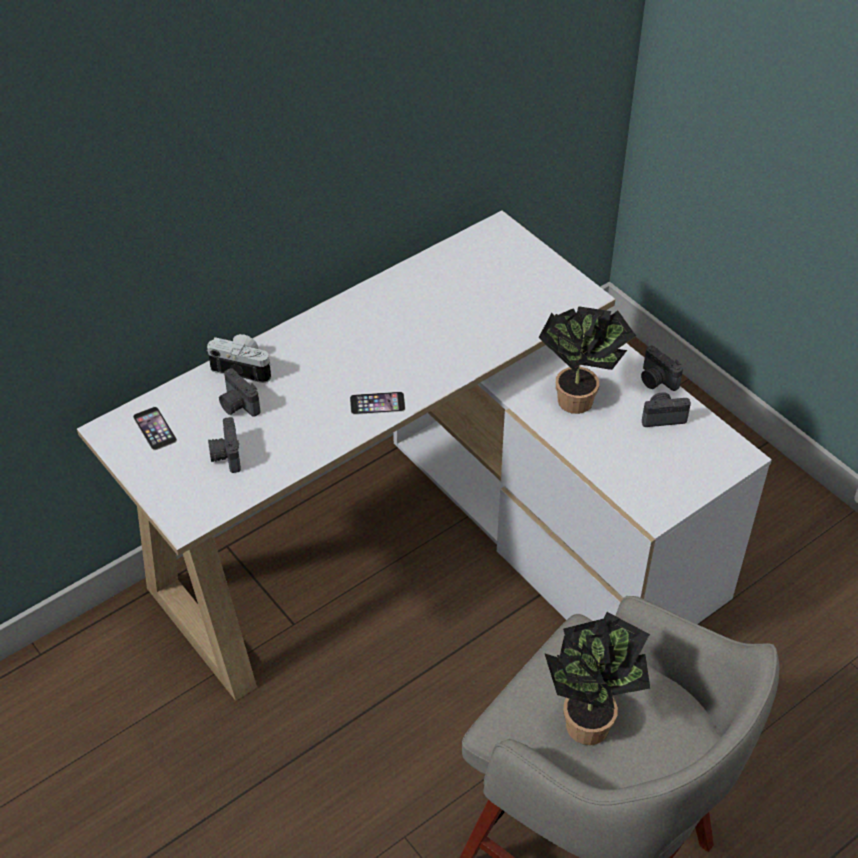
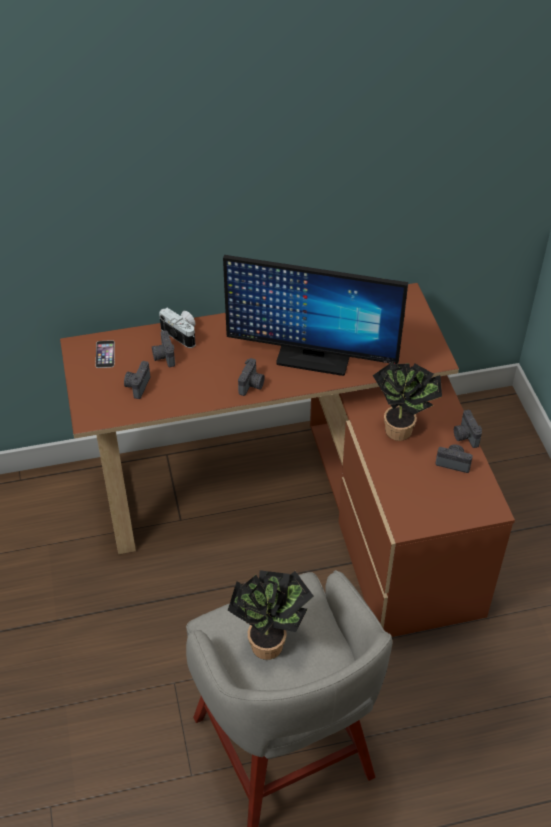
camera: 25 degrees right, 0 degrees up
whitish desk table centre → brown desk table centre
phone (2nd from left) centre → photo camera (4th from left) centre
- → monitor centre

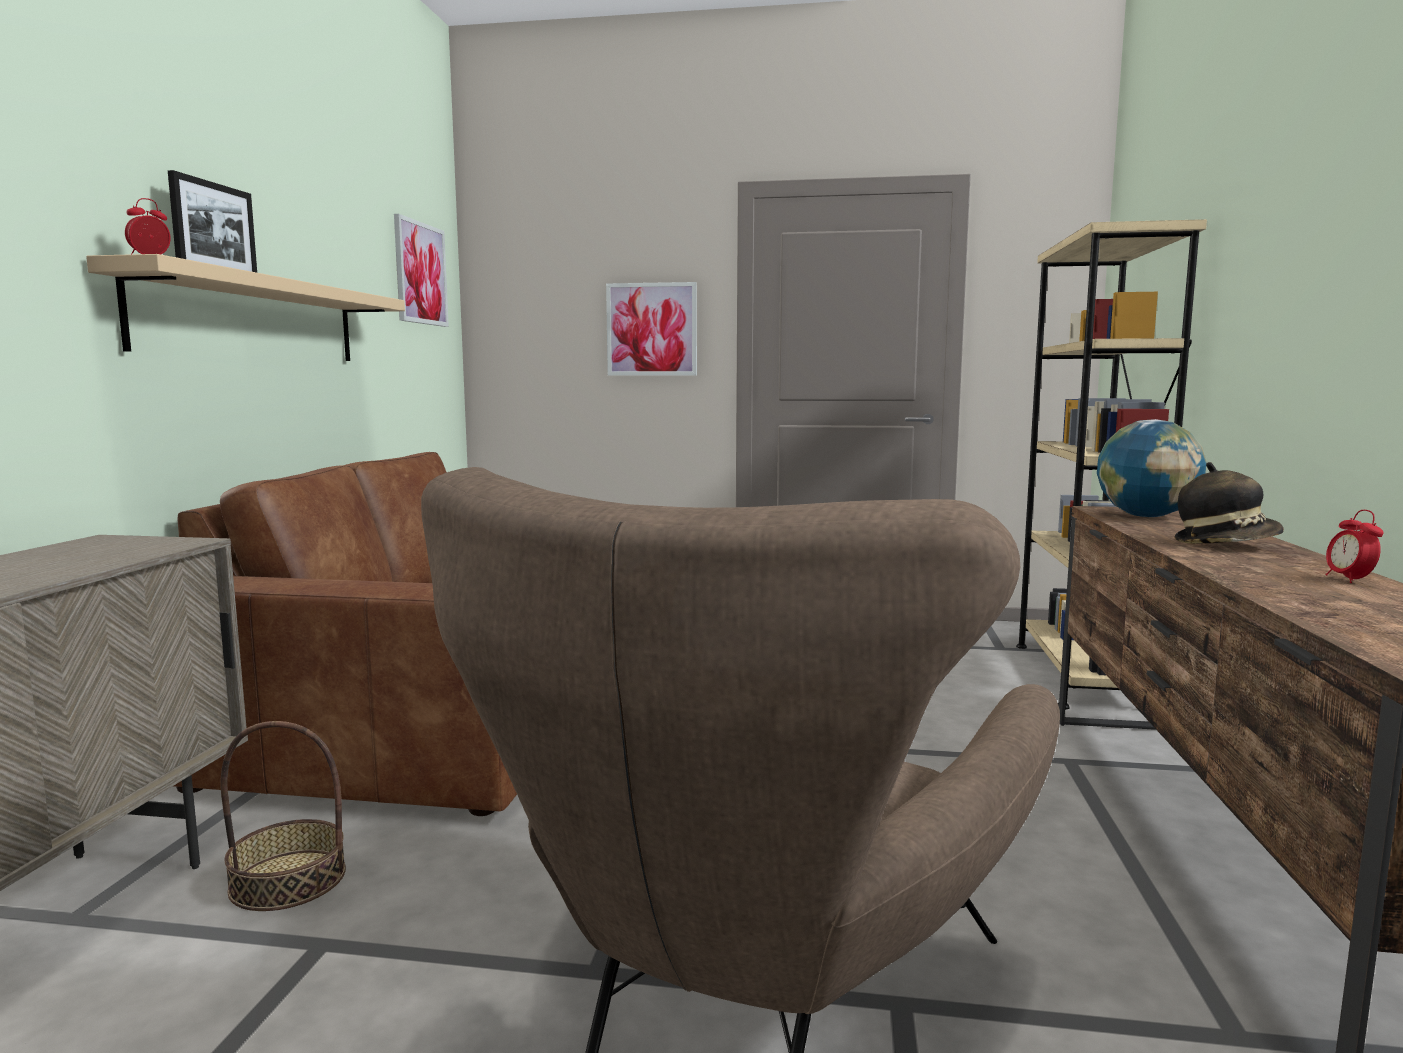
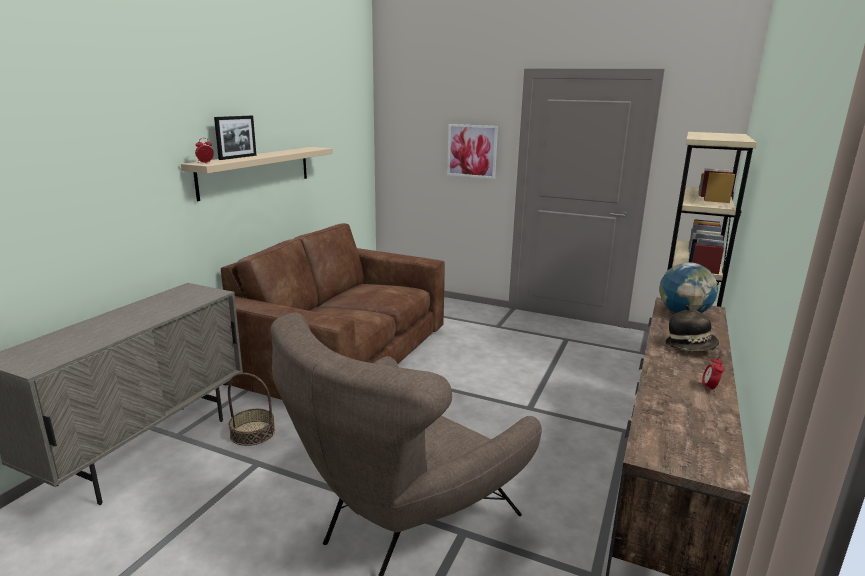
camera: 15 degrees right, 10 degrees up
wall picture (1st from left) top left → -

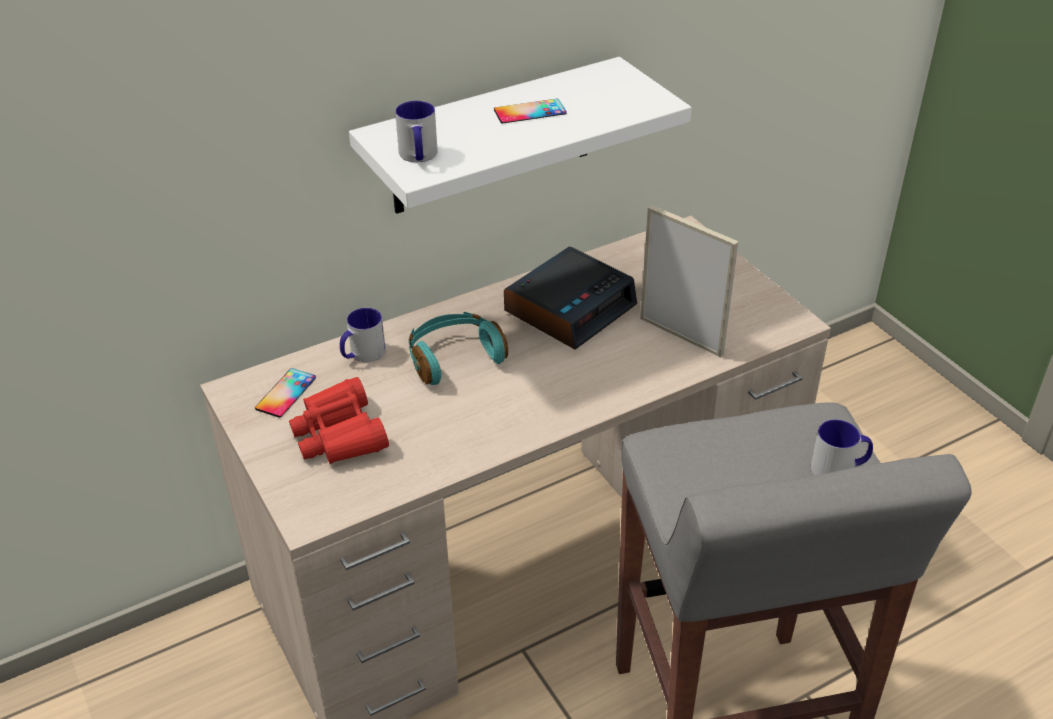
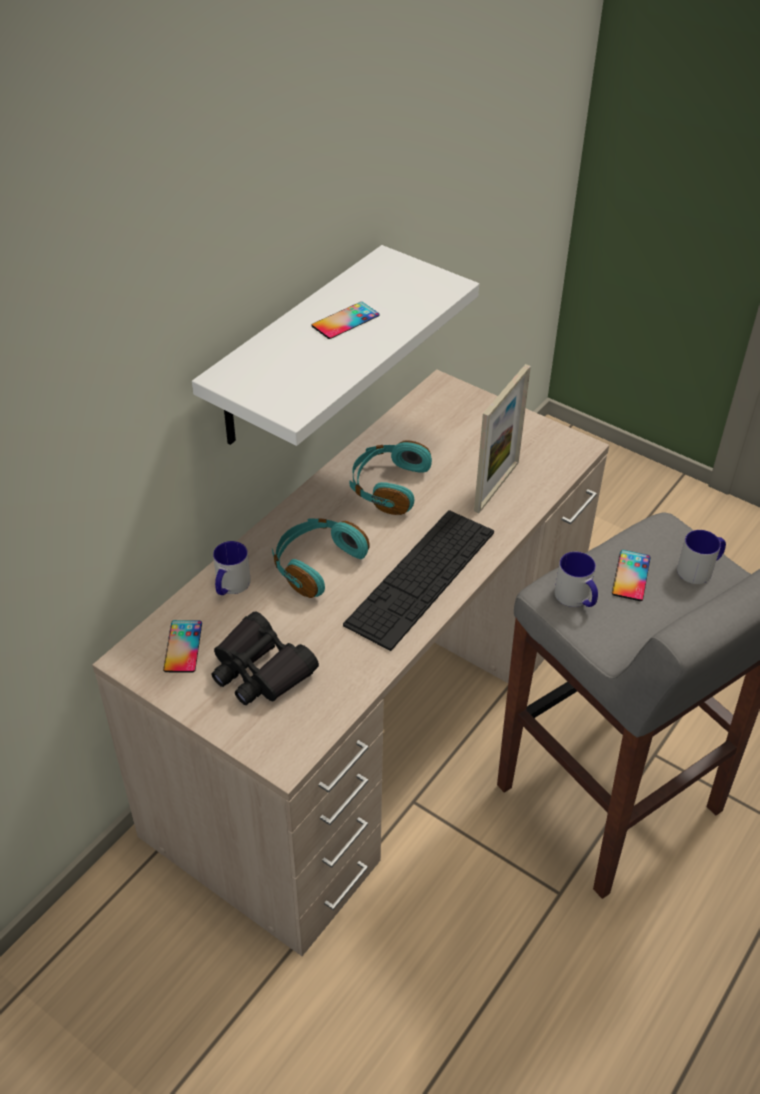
camera: 25 degrees left, 5 degrees up
tea mug (2nd from left) top centre → tea mug (2nd from left) middle right, move
standing frame centre, 105 degrees clockwise
bedside clock centre → turquoise-coloured headphones (2nd from left) centre
reddish binoculars middle left → blackish binoculars centre
- → keyboard centre
- → phone (3rd from left) middle right

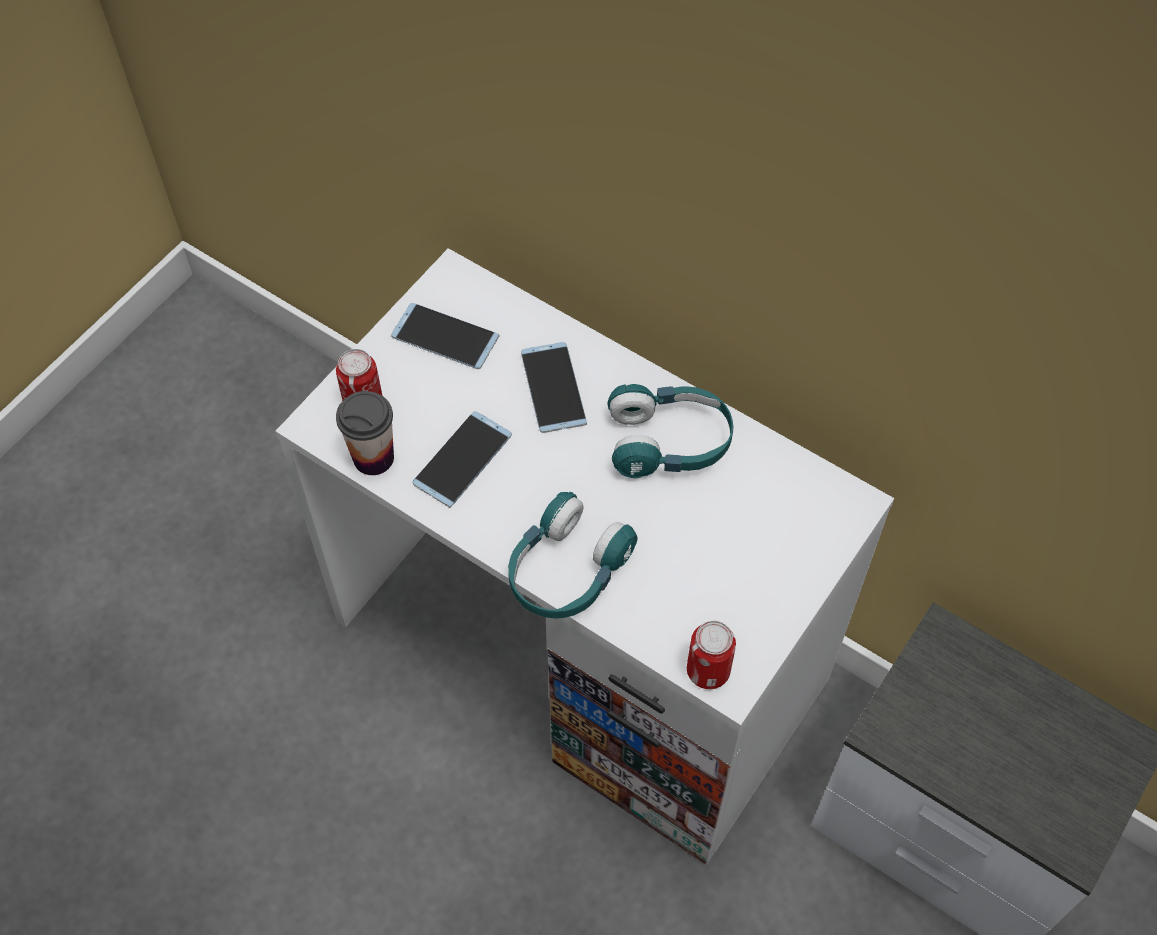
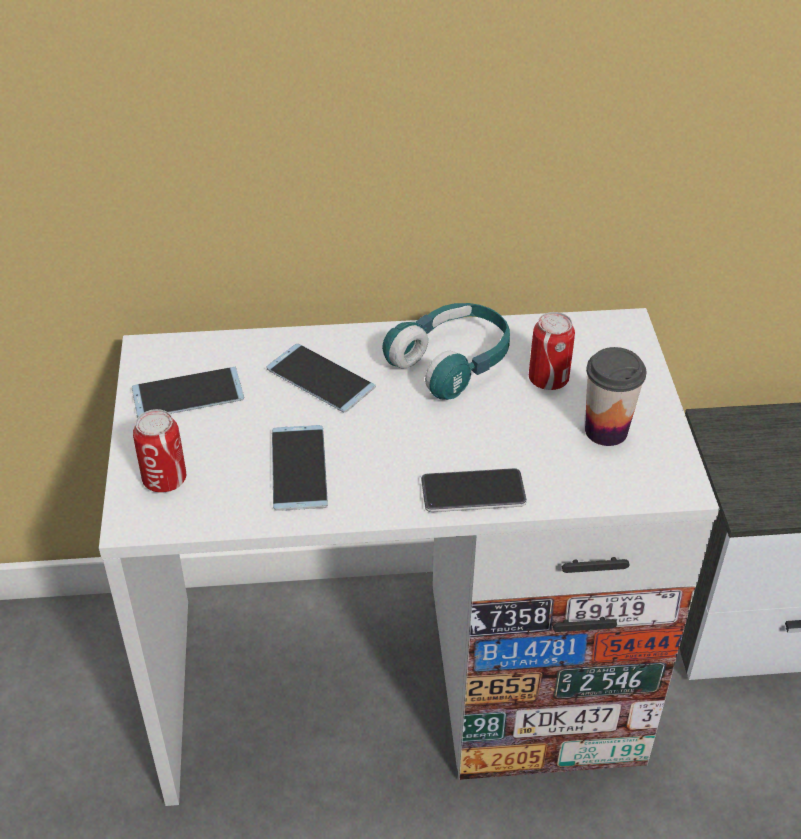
camera: 40 degrees left, 15 degrees down
cup middle left → cup middle right, move
turquoise-coloured headphones (1st from left) centre → phone (4th from left) centre
can (2nd from left) bottom centre → can (2nd from left) middle right, move

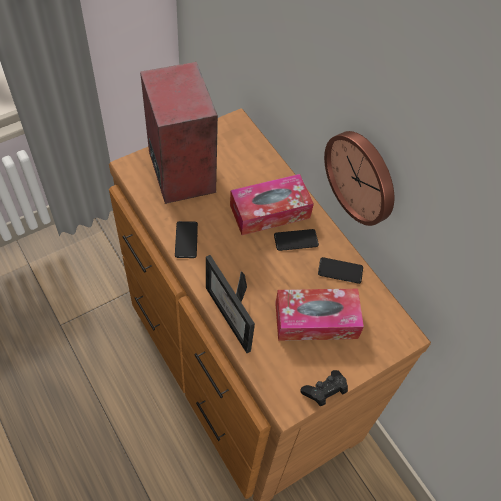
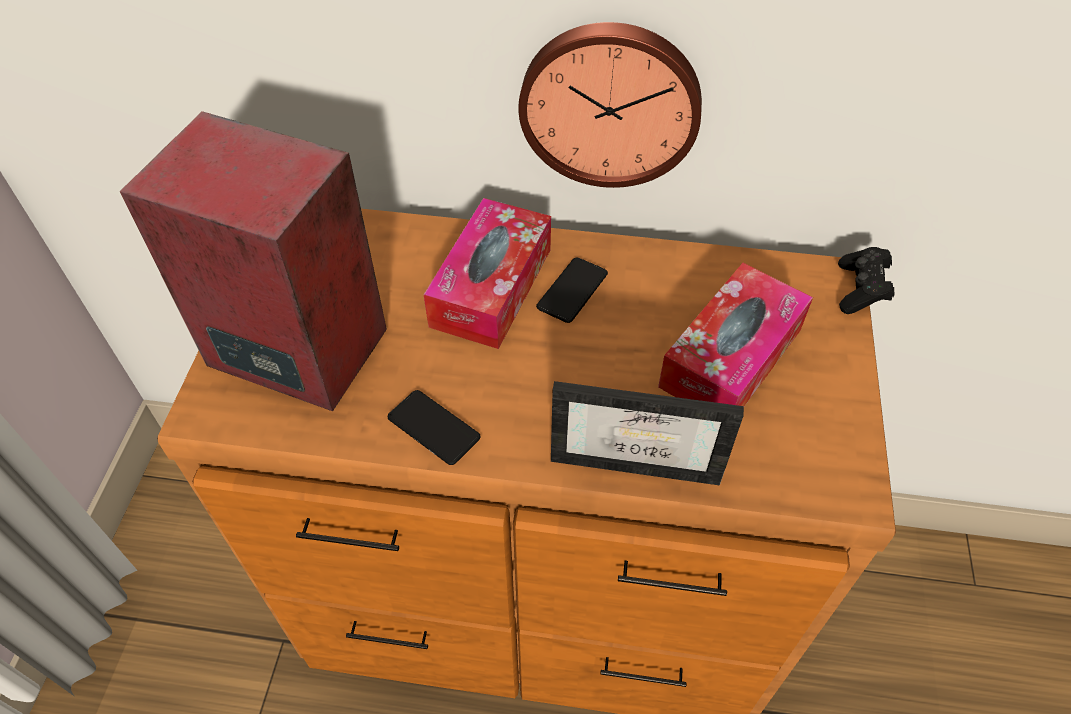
camera: 45 degrees left, 5 degrees down
phone (3rd from left) middle right → -
blackish game controller bottom centre → blackish game controller middle right, move

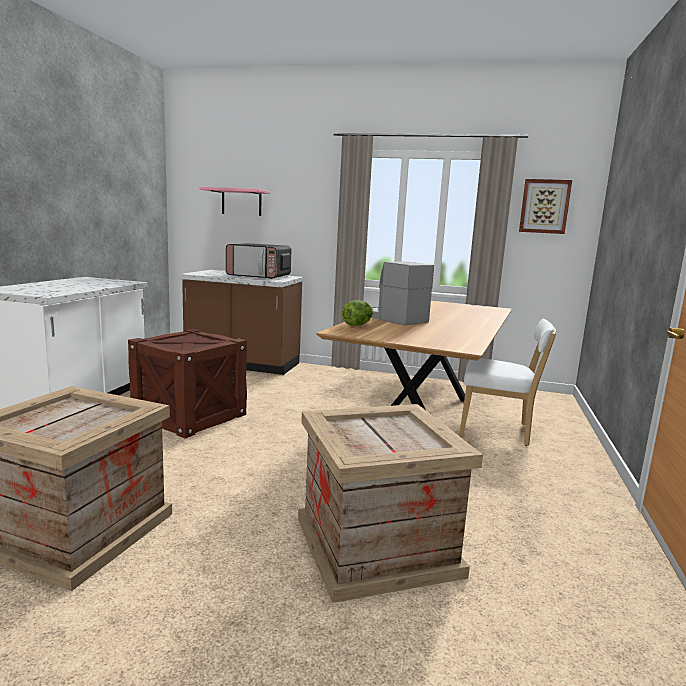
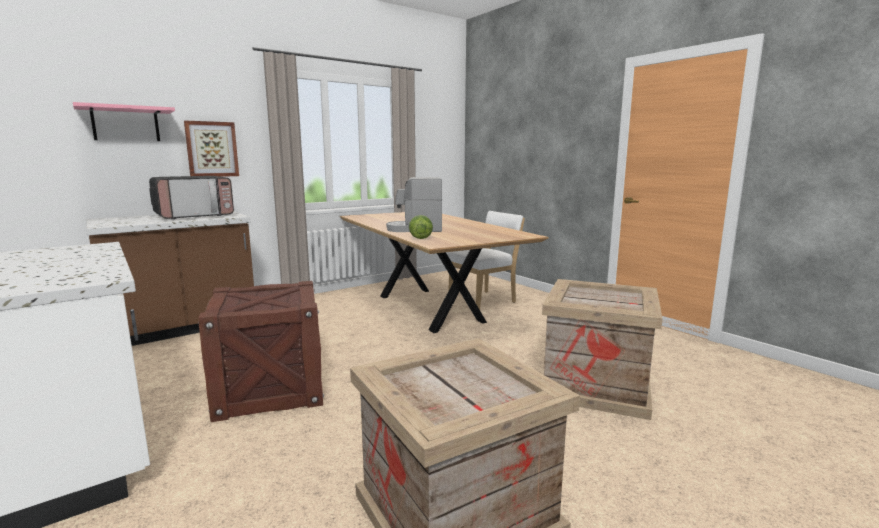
camera: 50 degrees left, 0 degrees up
wall picture top right → wall picture top left, move

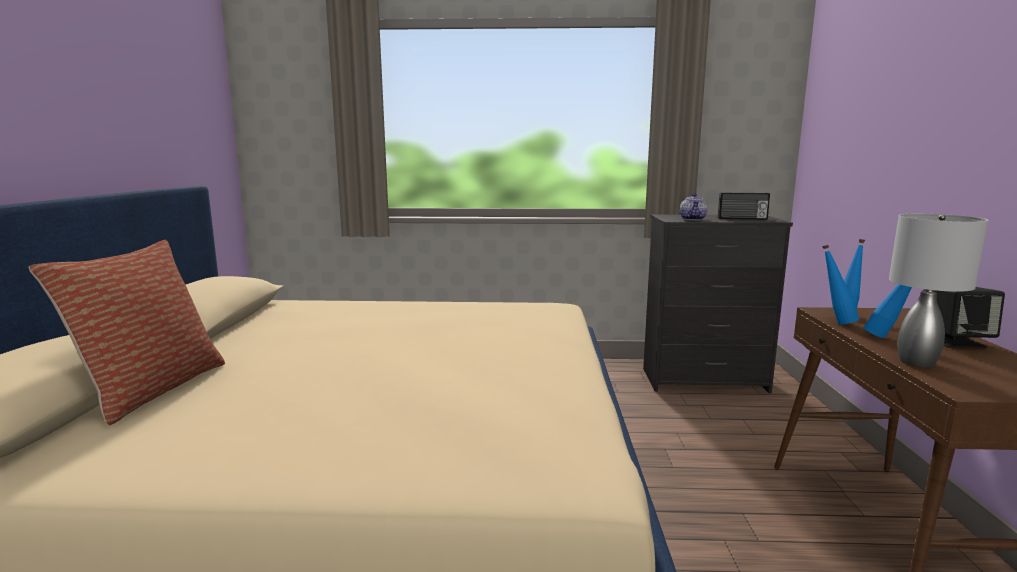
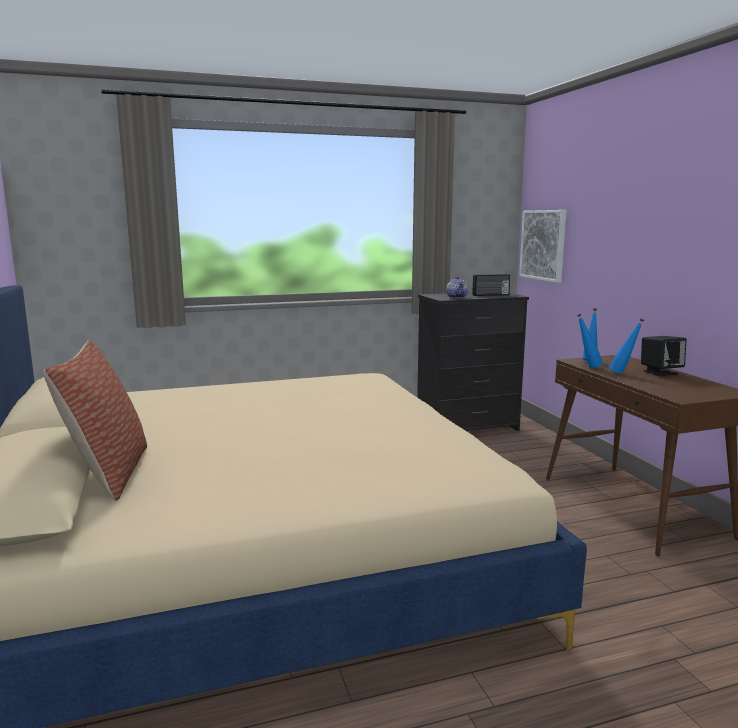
camera: 20 degrees left, 0 degrees up
gray lamp for a table middle right → -
- → wall picture middle right

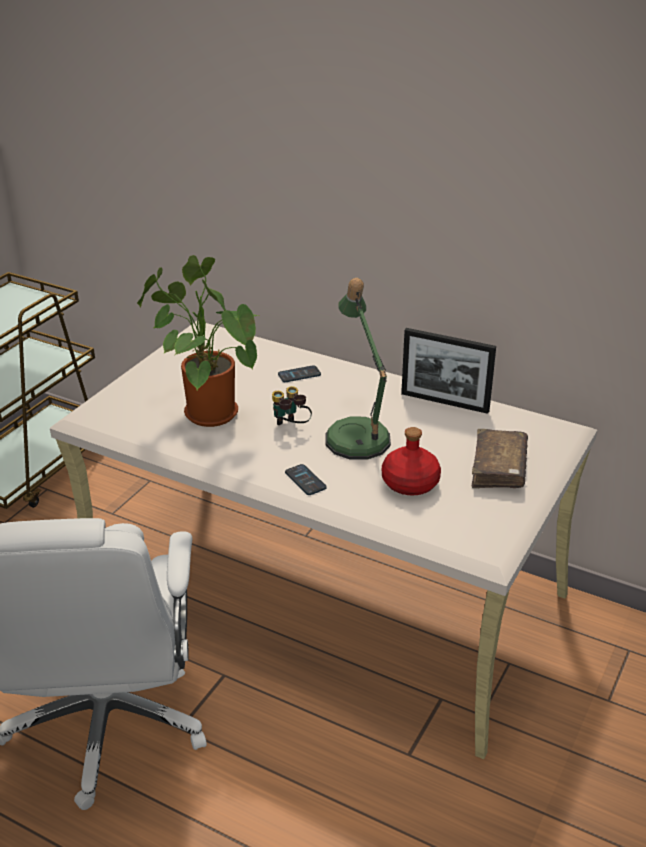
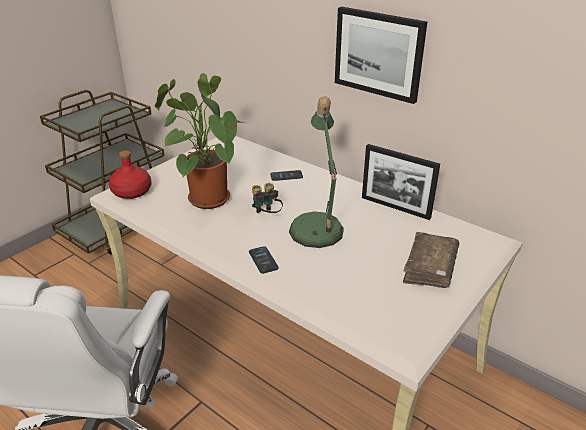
camera: 10 degrees right, 0 degrees up
reddish drink bottle centre → reddish drink bottle middle left, move
- → wall picture top centre

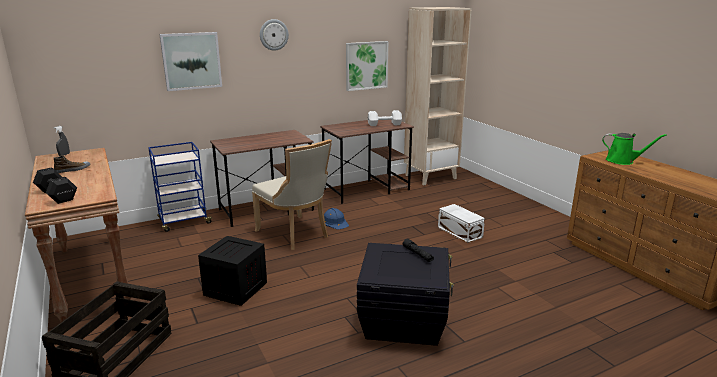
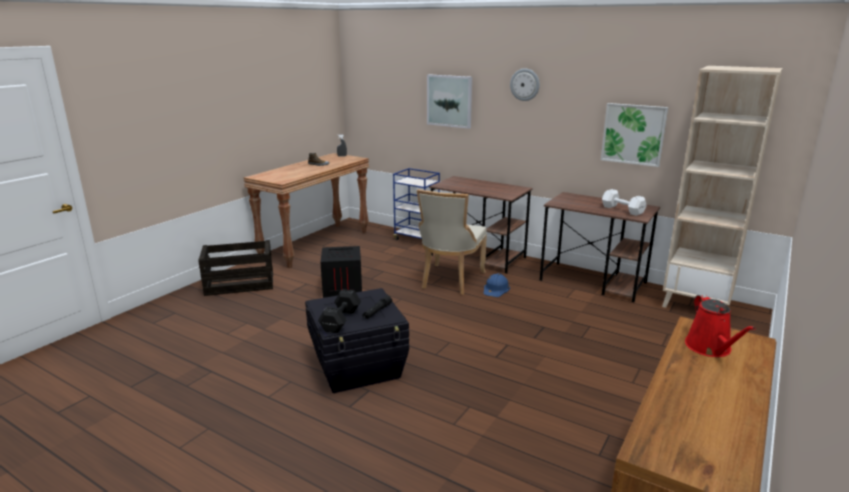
camera: 60 degrees right, 0 degrees up
greenish watering pot middle right → reddish watering pot middle right
blackish dumbbell middle left → blackish dumbbell centre, move
whitish storage box centre → -

